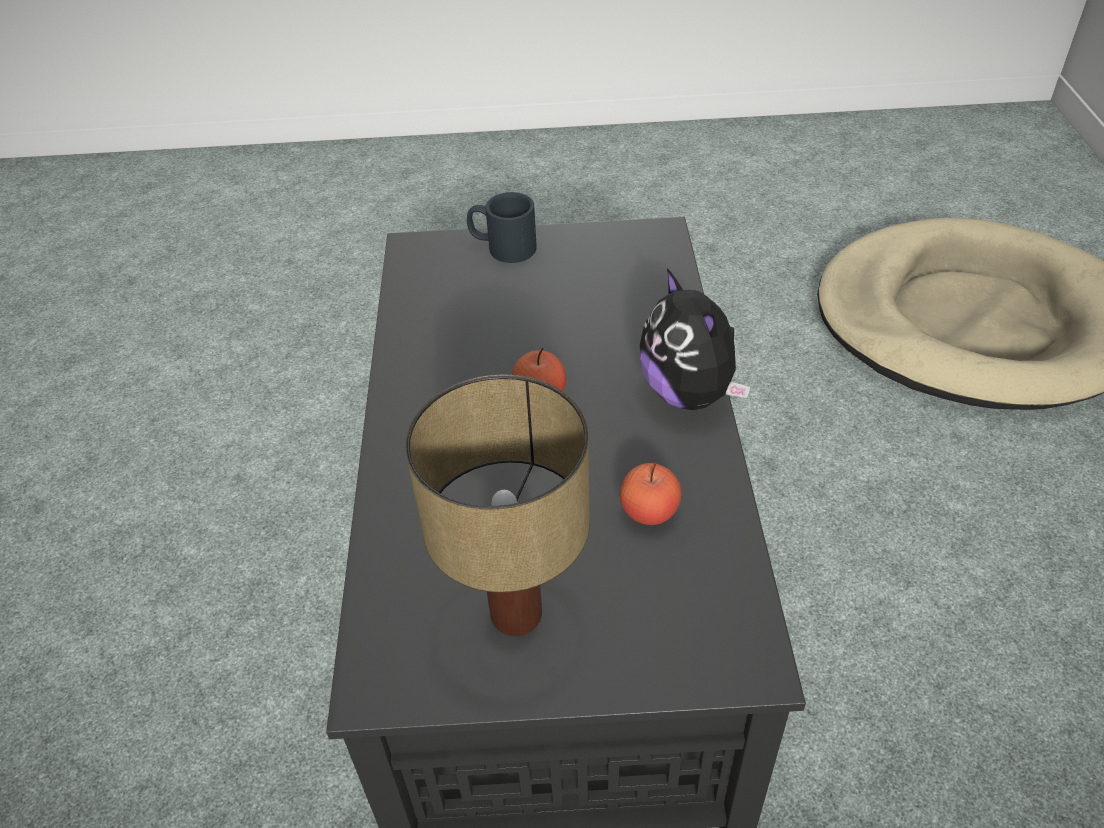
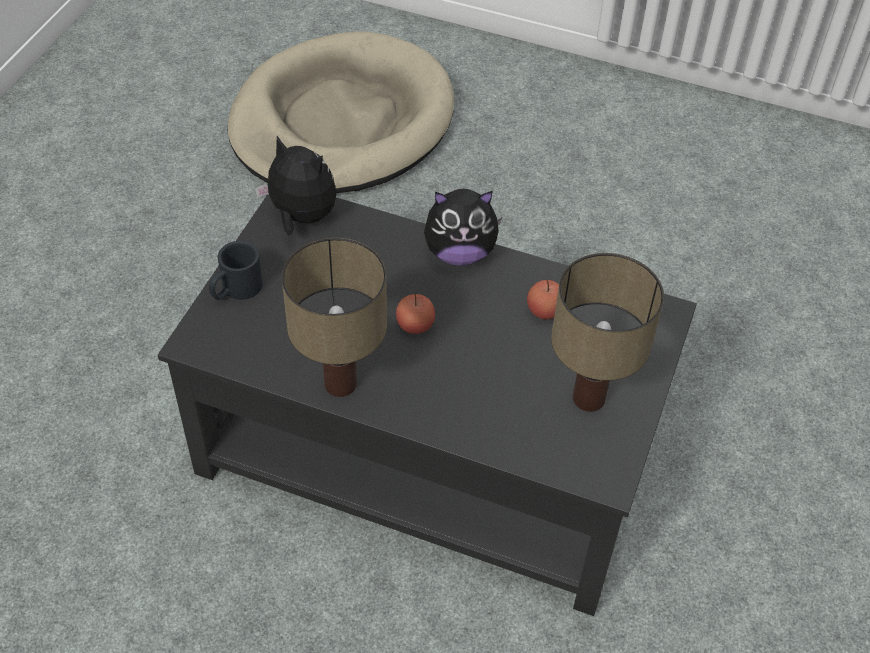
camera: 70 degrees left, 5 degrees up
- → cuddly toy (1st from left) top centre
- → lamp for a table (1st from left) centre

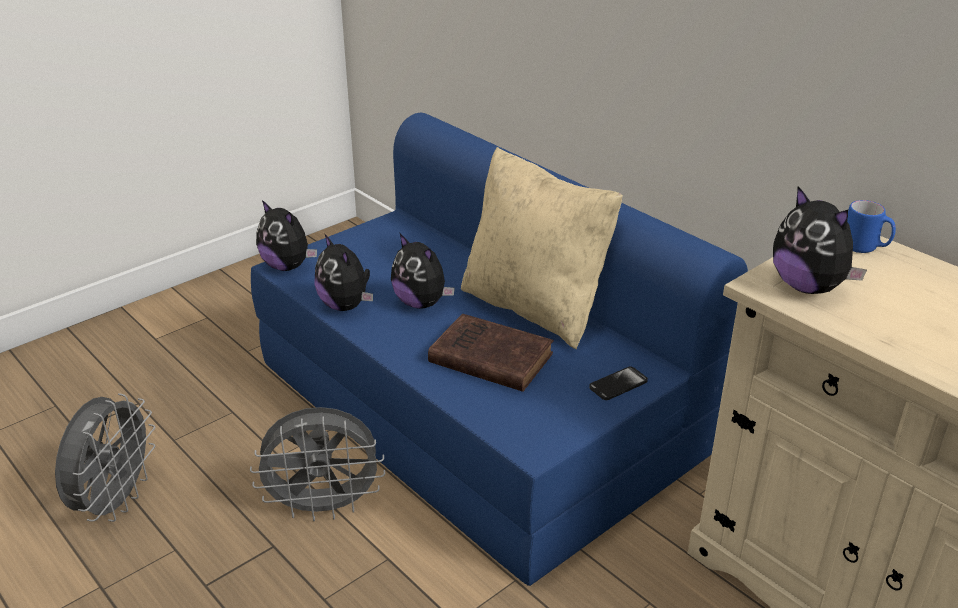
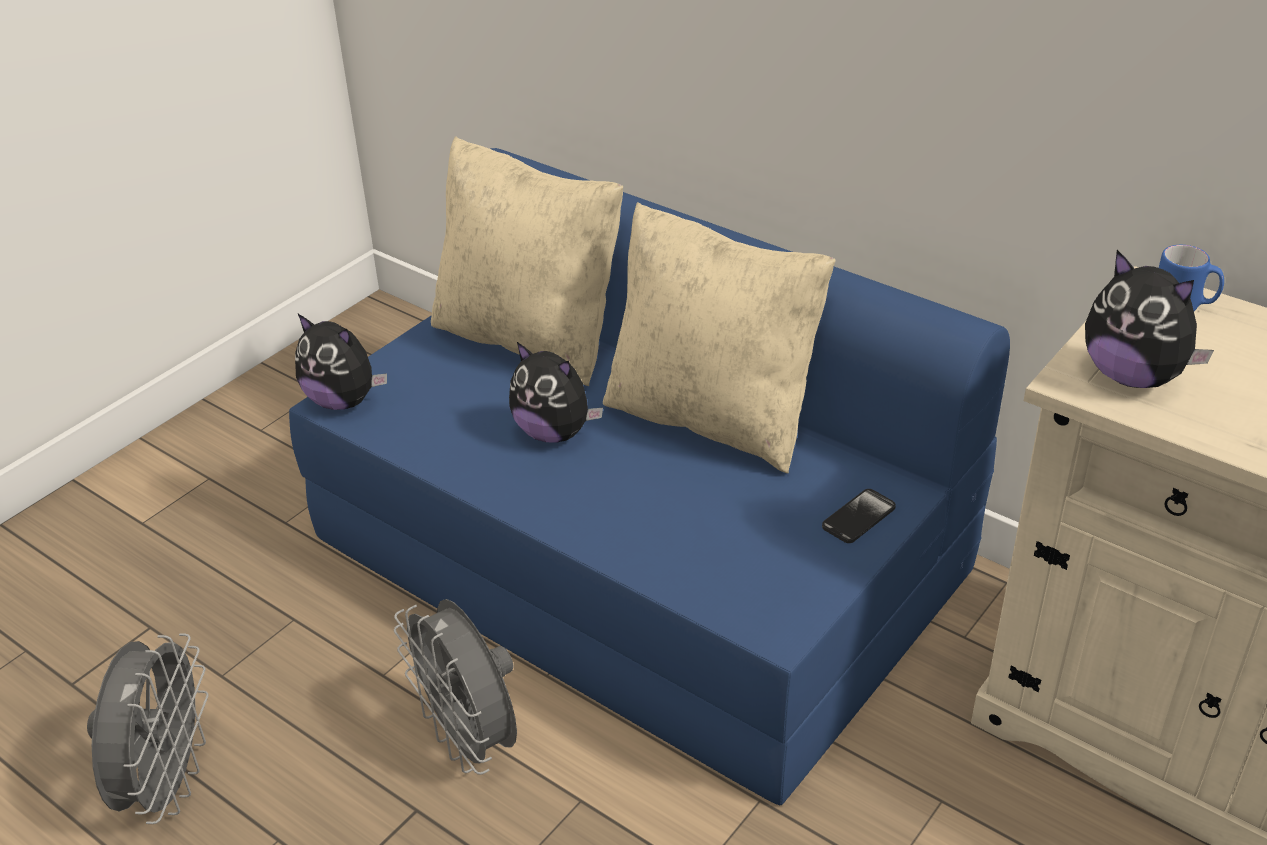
camera: 10 degrees left, 5 degrees up
cuddly toy (2nd from left) centre → -
brown bound book centre → -
gray cooling fan (2nd from left) bottom left → gray cooling fan (2nd from left) bottom centre, 75 degrees clockwise
- → sand-coloured throw pillow (1st from left) top centre

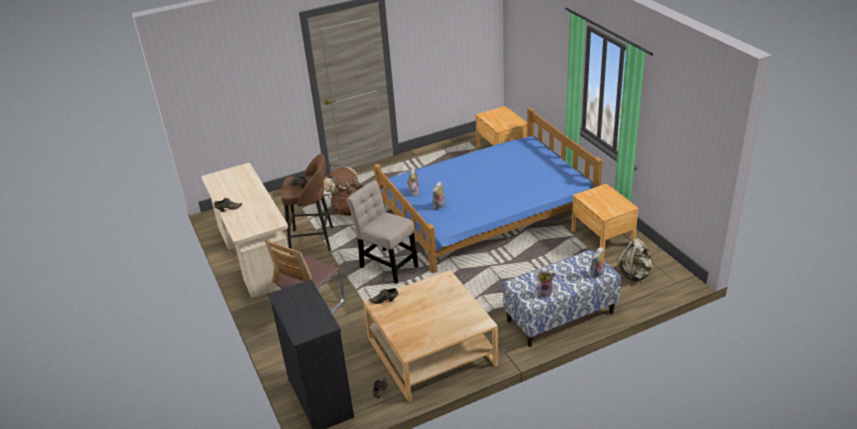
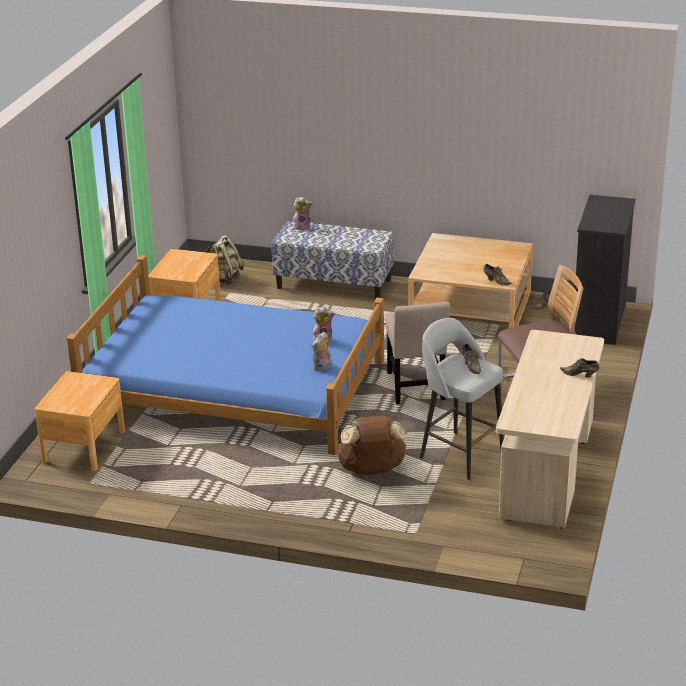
camera: 140 degrees left, 5 degrees down
brown stool centre → gray stool middle right
cuddly toy (3rd from left) centre → -

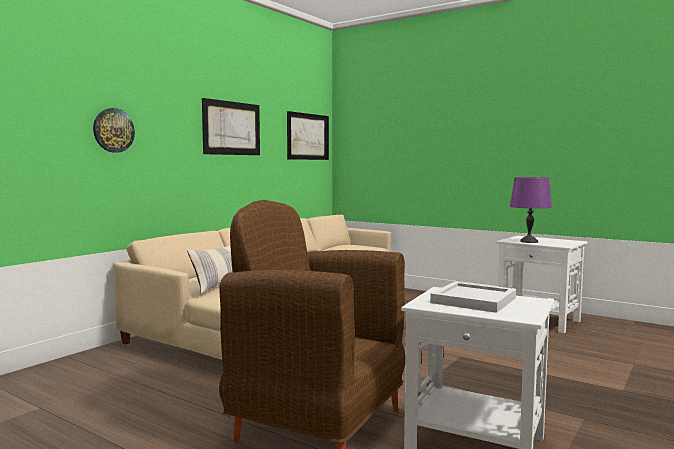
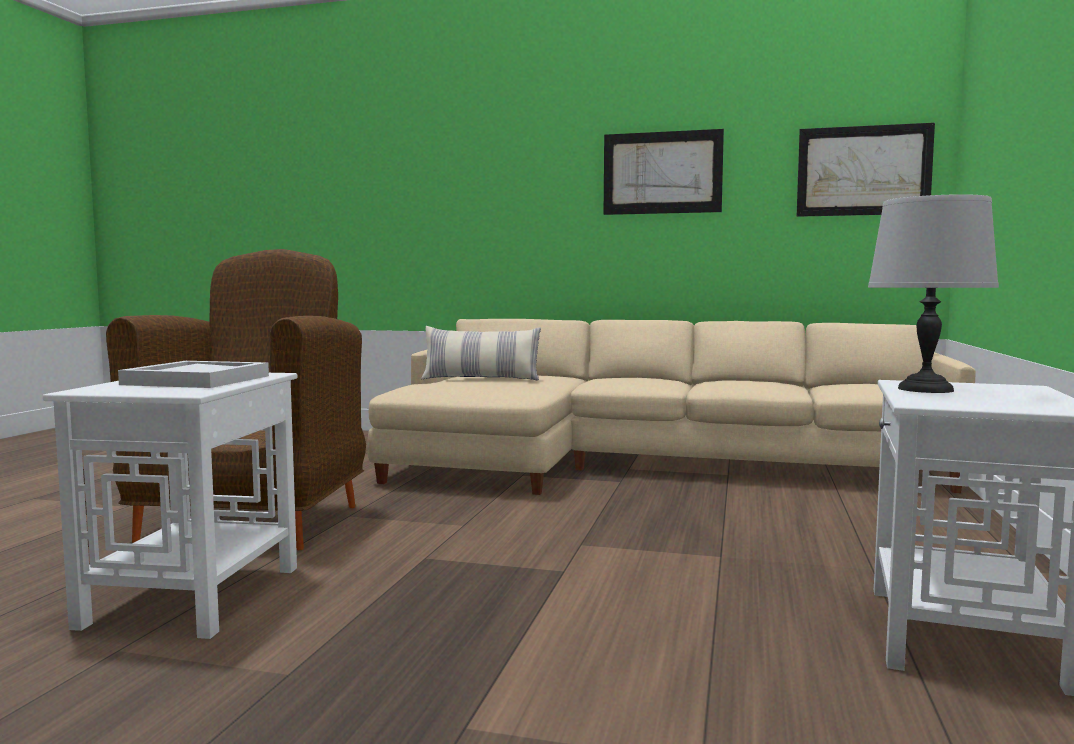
camera: 70 degrees right, 0 degrees up
hanging clock top left → -
purplish lamp for a table middle right → gray lamp for a table middle right

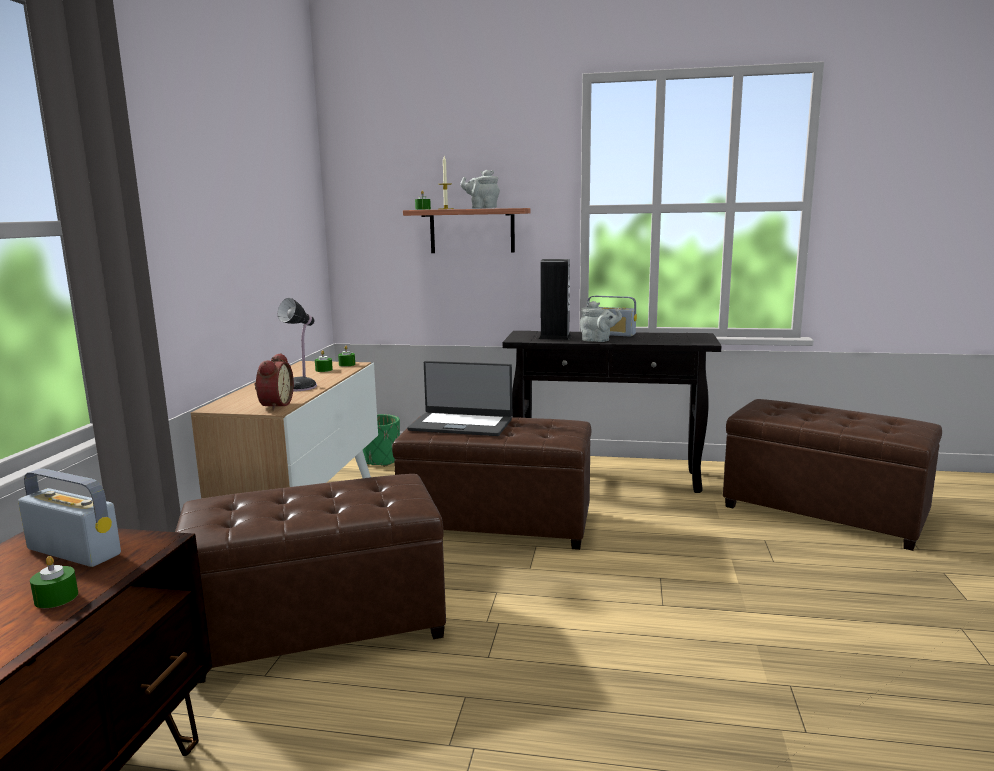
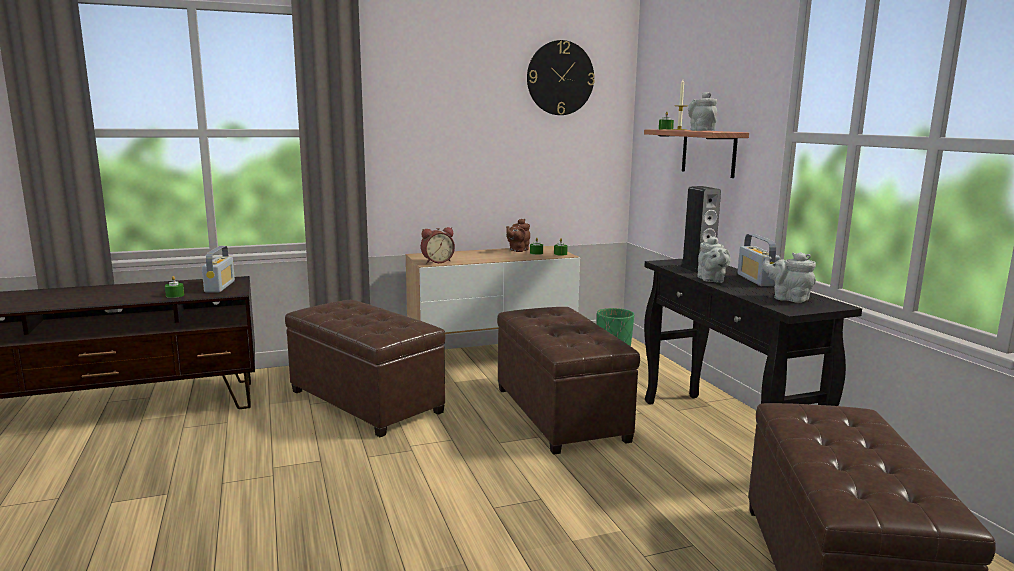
camera: 60 degrees right, 0 degrees up
lamp for a table middle left → -
portable computer centre → -
- → hanging clock top centre
- → brown pot for tea centre
- → gray pot for tea (3rd from left) middle right

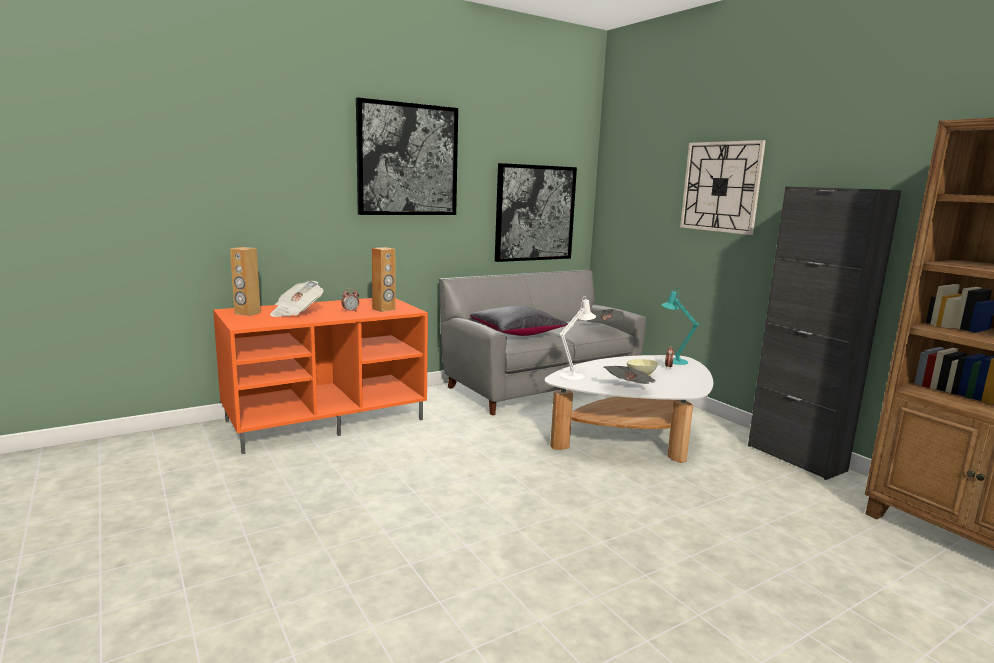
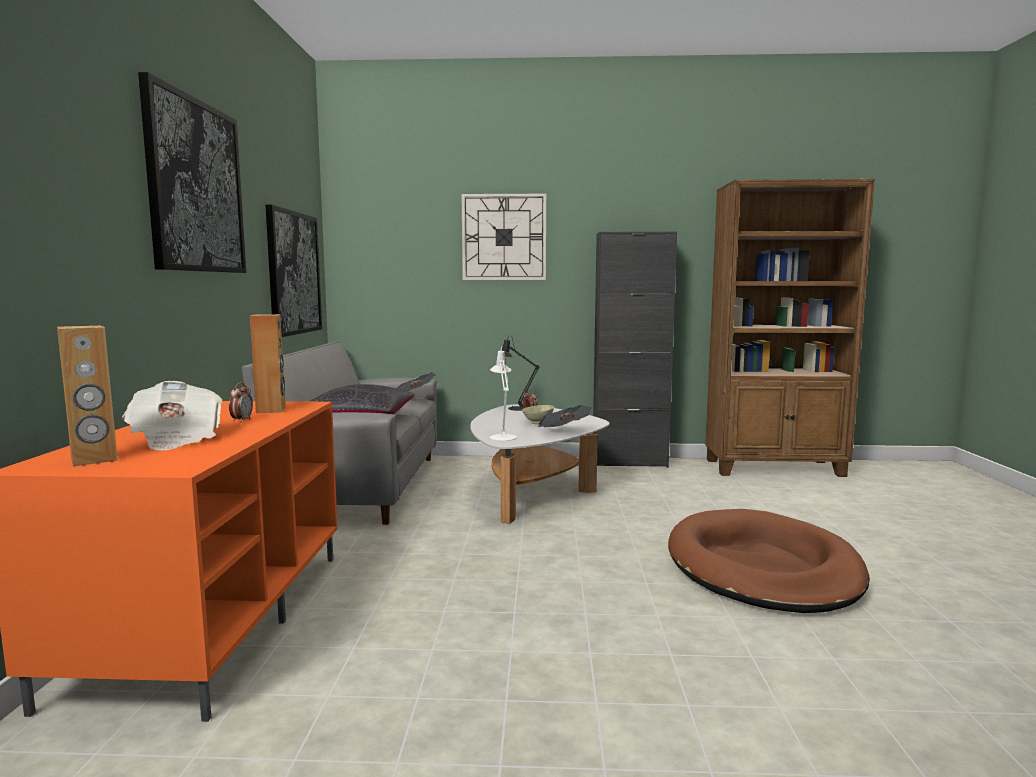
camera: 55 degrees left, 5 degrees down
turquoise-coloured lamp for a table middle right → blackish lamp for a table centre
- → brown dog bed bottom right

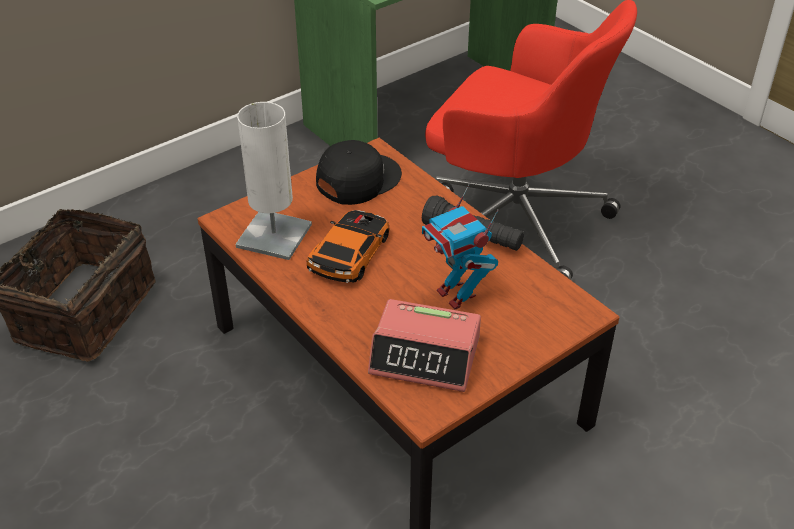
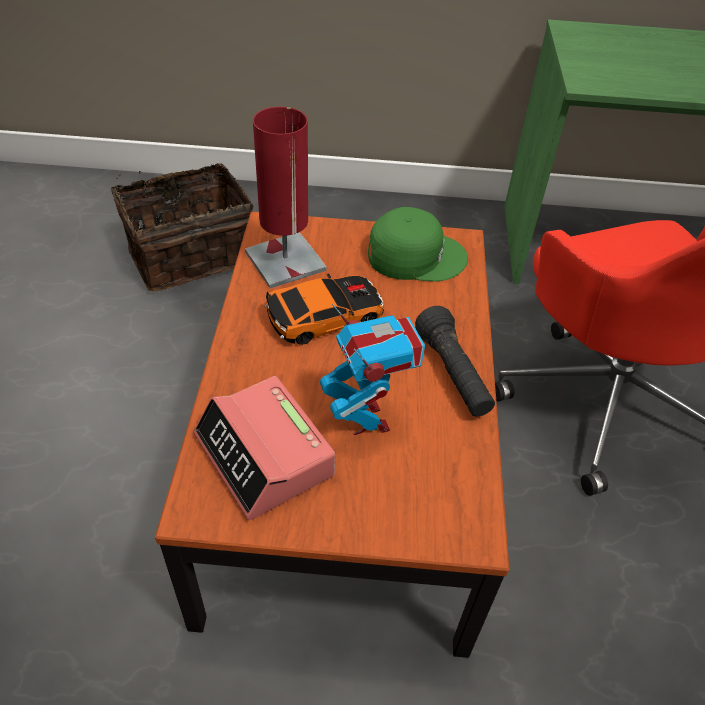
camera: 40 degrees right, 5 degrees up
whitish lamp for a table centre → reddish lamp for a table top centre
blackish baseball cap top centre → greenish baseball cap centre
model robot centre, 150 degrees clockwise

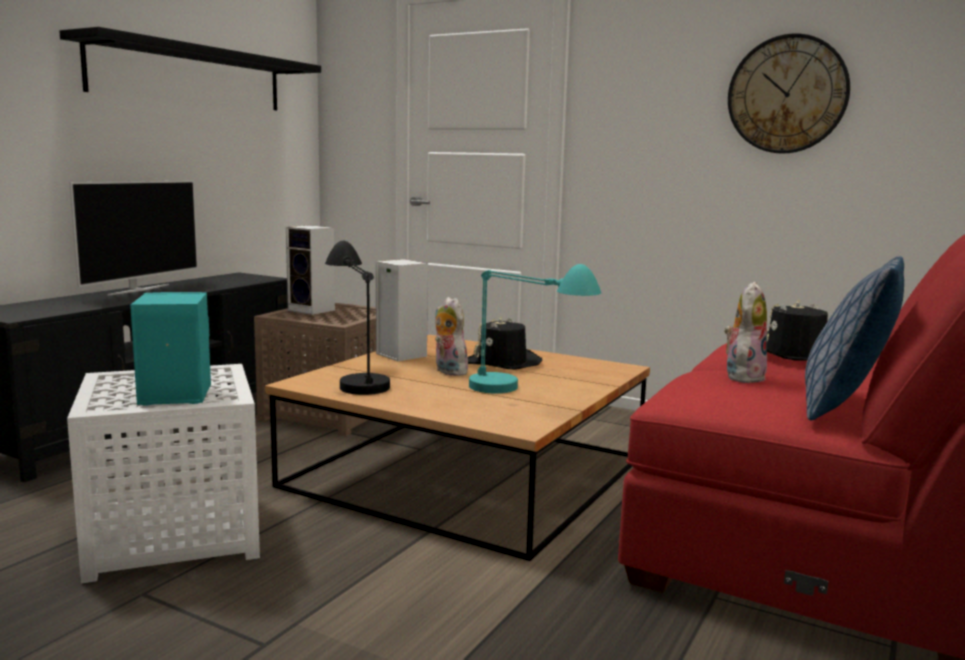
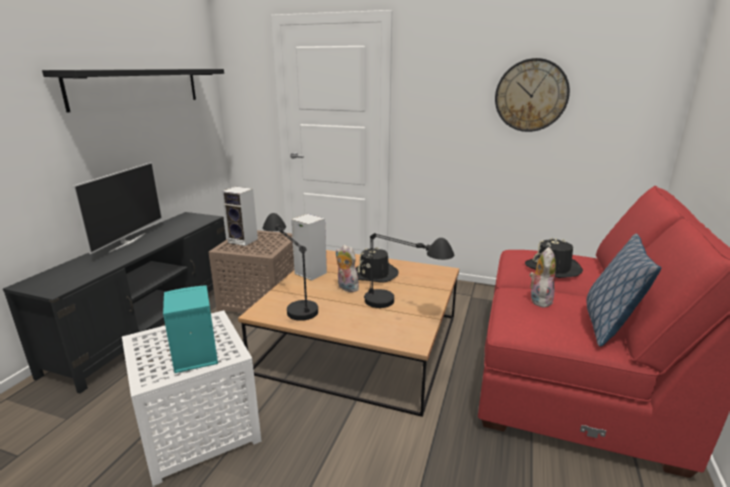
camera: 10 degrees left, 10 degrees up
turquoise-coloured lamp for a table centre → blackish lamp for a table (2nd from left) centre

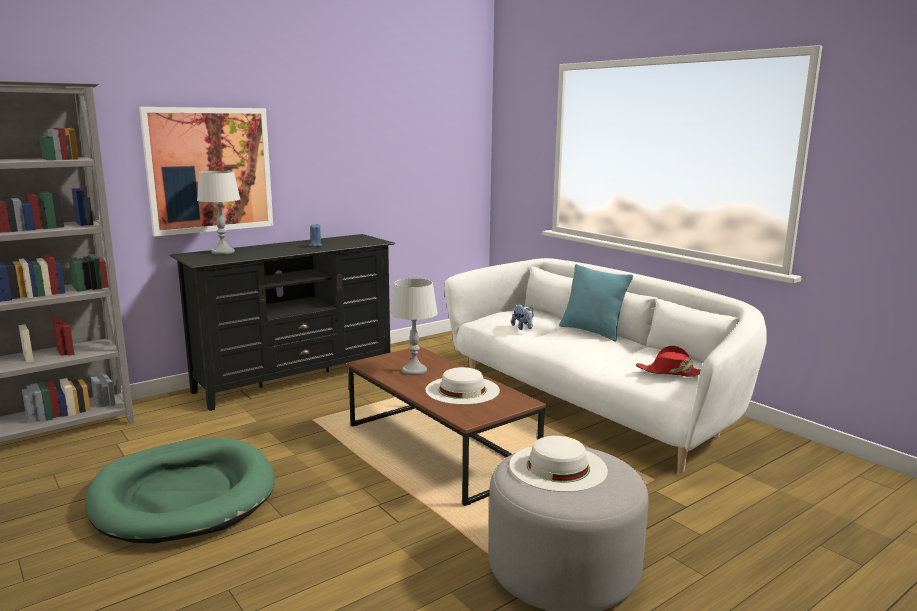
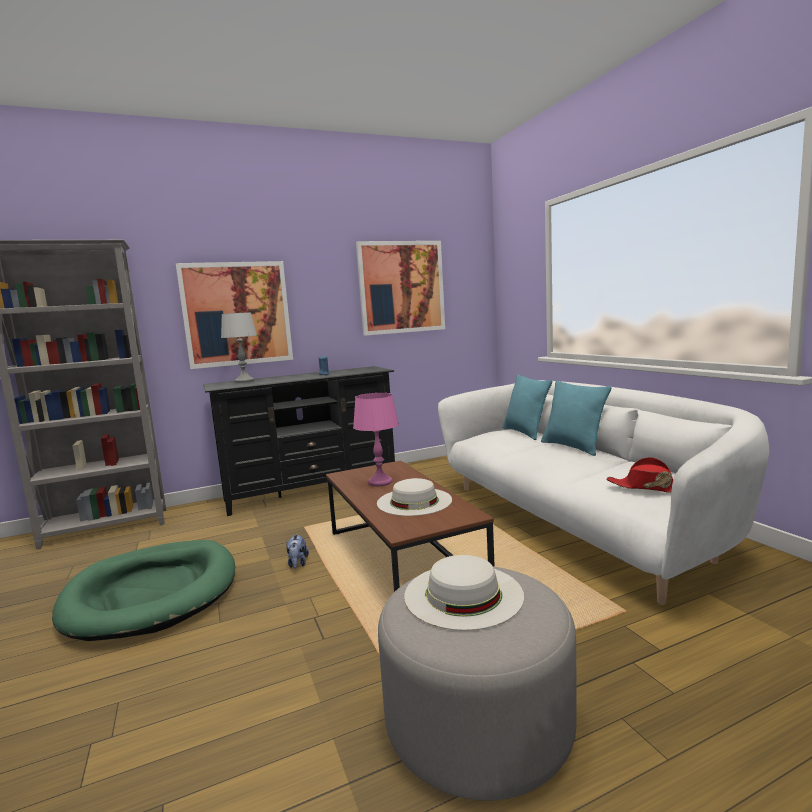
camera: 15 degrees right, 5 degrees down
gray lamp for a table (2nd from left) centre → pink-coloured lamp for a table centre
cuddly toy centre → cuddly toy bottom centre, move
- → wall picture (2nd from left) centre
- → turquoise-coloured throw pillow (1st from left) centre

